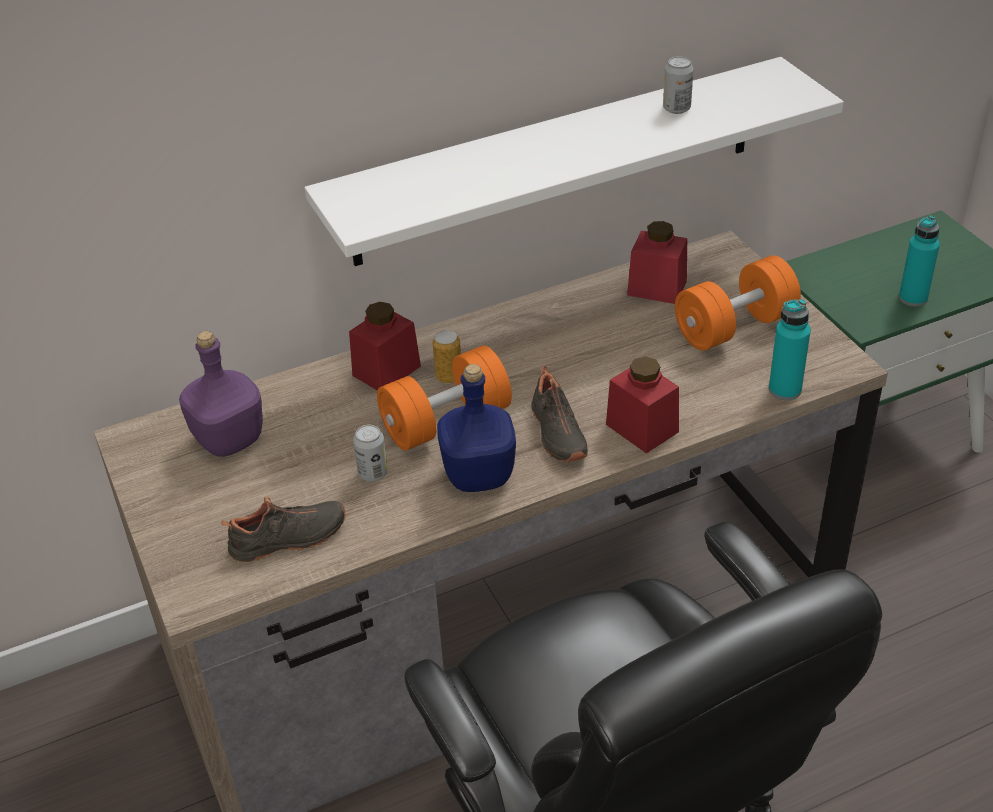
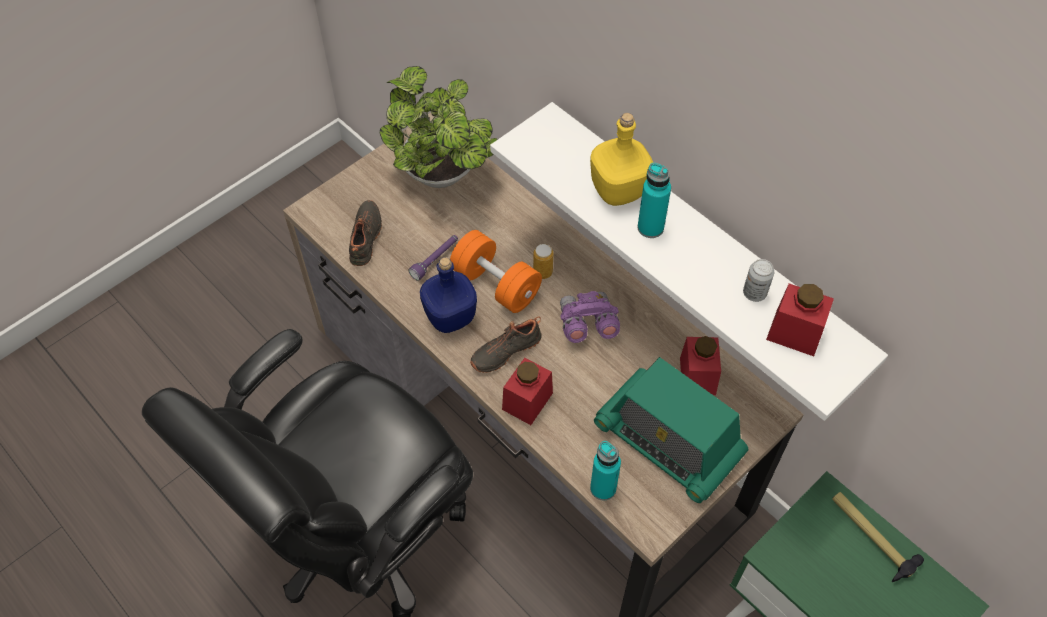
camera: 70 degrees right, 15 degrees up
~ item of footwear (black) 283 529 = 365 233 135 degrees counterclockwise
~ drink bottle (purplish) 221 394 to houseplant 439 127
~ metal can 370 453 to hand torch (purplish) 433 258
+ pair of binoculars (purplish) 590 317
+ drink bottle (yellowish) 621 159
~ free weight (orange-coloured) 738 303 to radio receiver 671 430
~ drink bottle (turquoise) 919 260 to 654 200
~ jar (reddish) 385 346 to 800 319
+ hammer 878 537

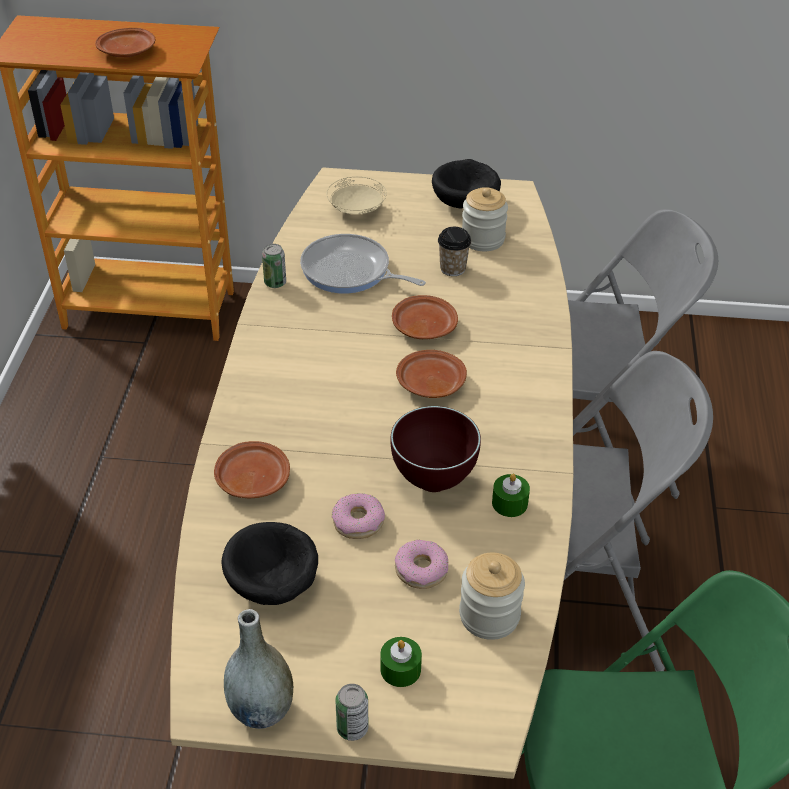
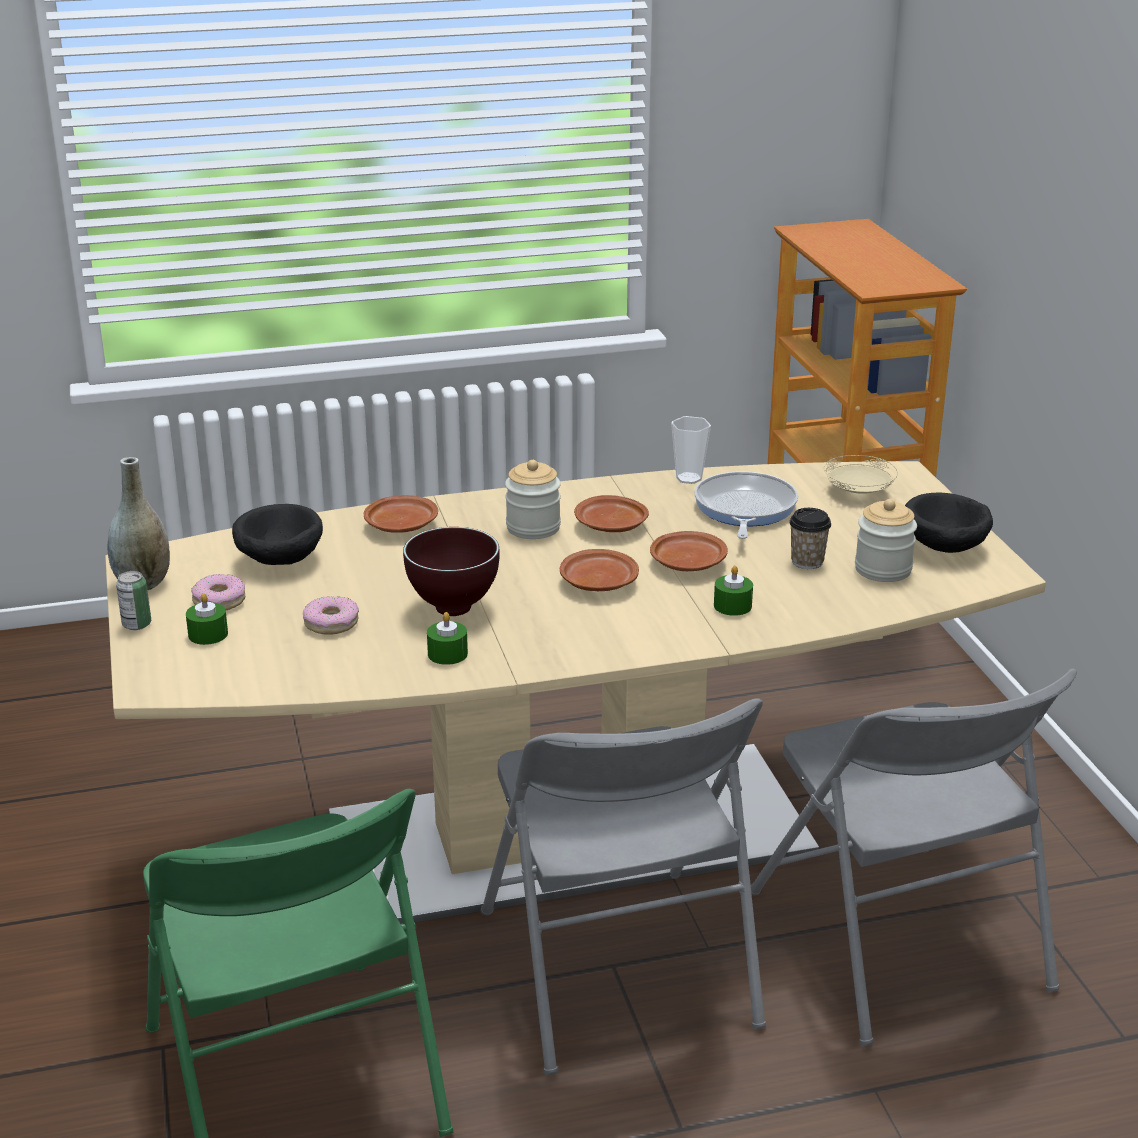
camera: 70 degrees right, 15 degrees down
~ ring doughnut 358 516 to 218 592
~ jar 492 596 to 533 499
~ dinner plate (brown) 125 42 to 611 513
~ metal can 274 266 to drinking cup 691 450
+ wax candle (greenish) 733 590

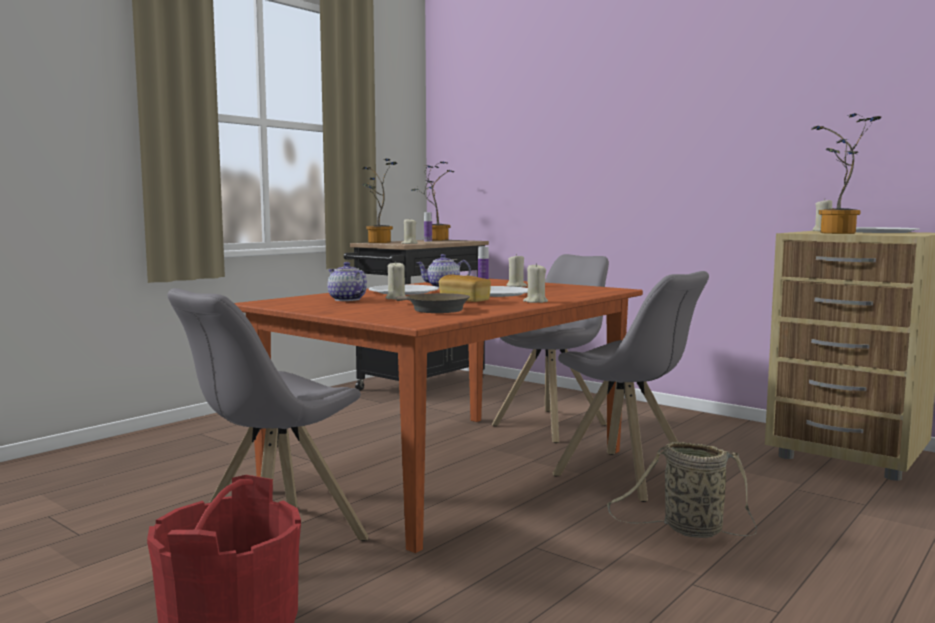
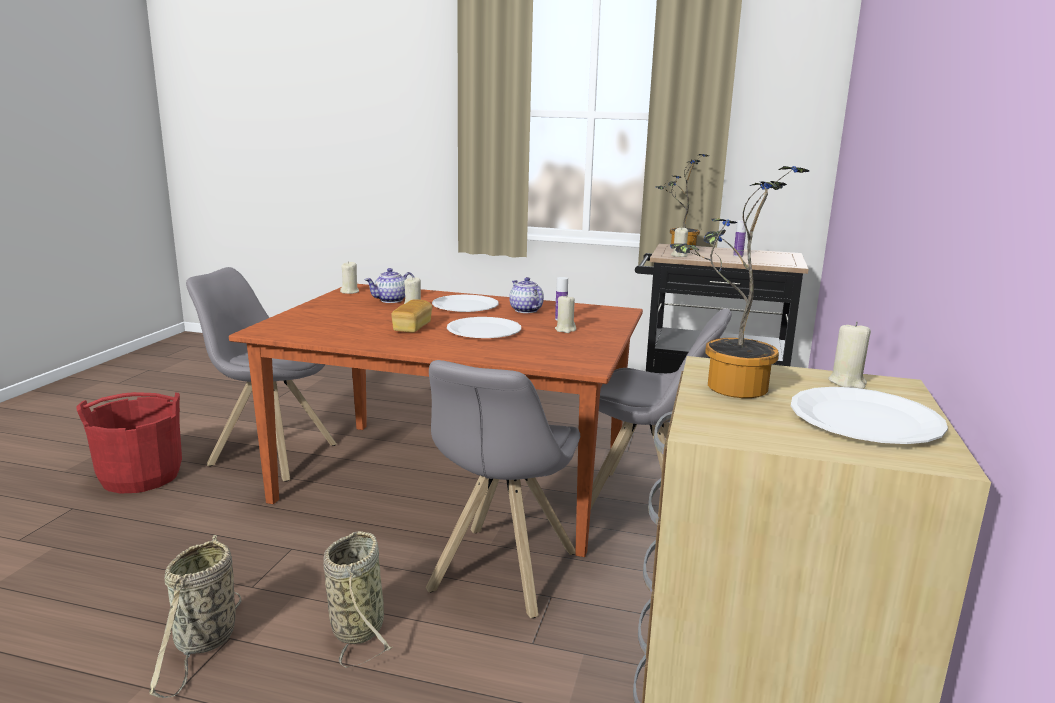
camera: 65 degrees right, 10 degrees up
+ household basket 195 616
~ wax candle (sand-coloured) 535 283 to 349 277
~ tea pot 347 281 = 389 285 150 degrees counterclockwise
- frying pan (brown) 432 303
- houseplant 432 201

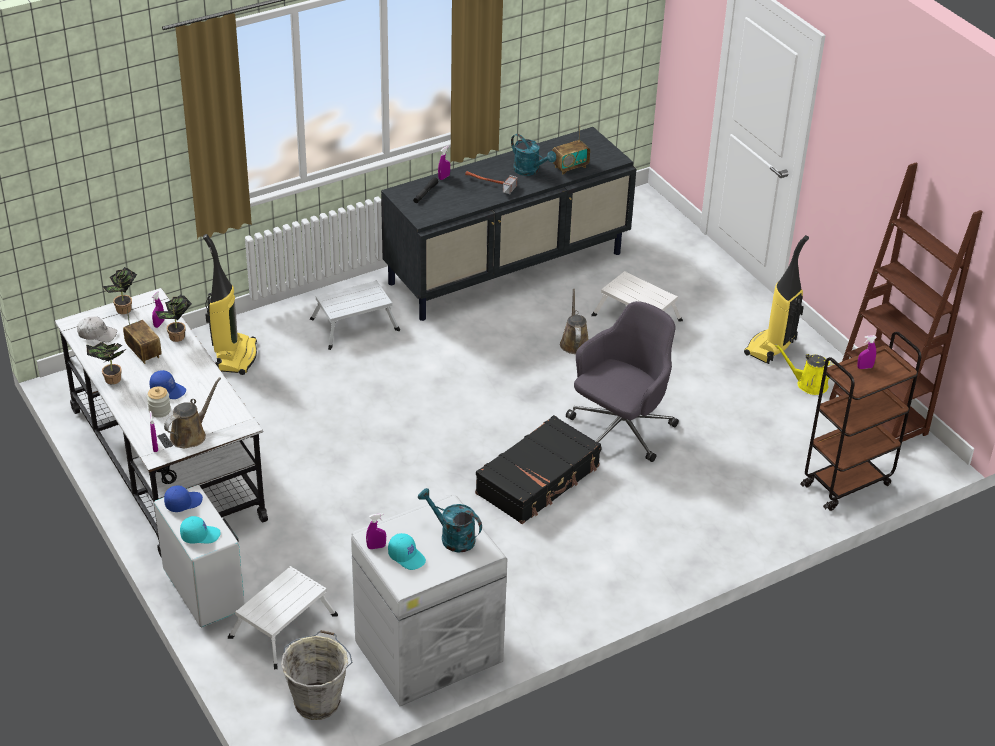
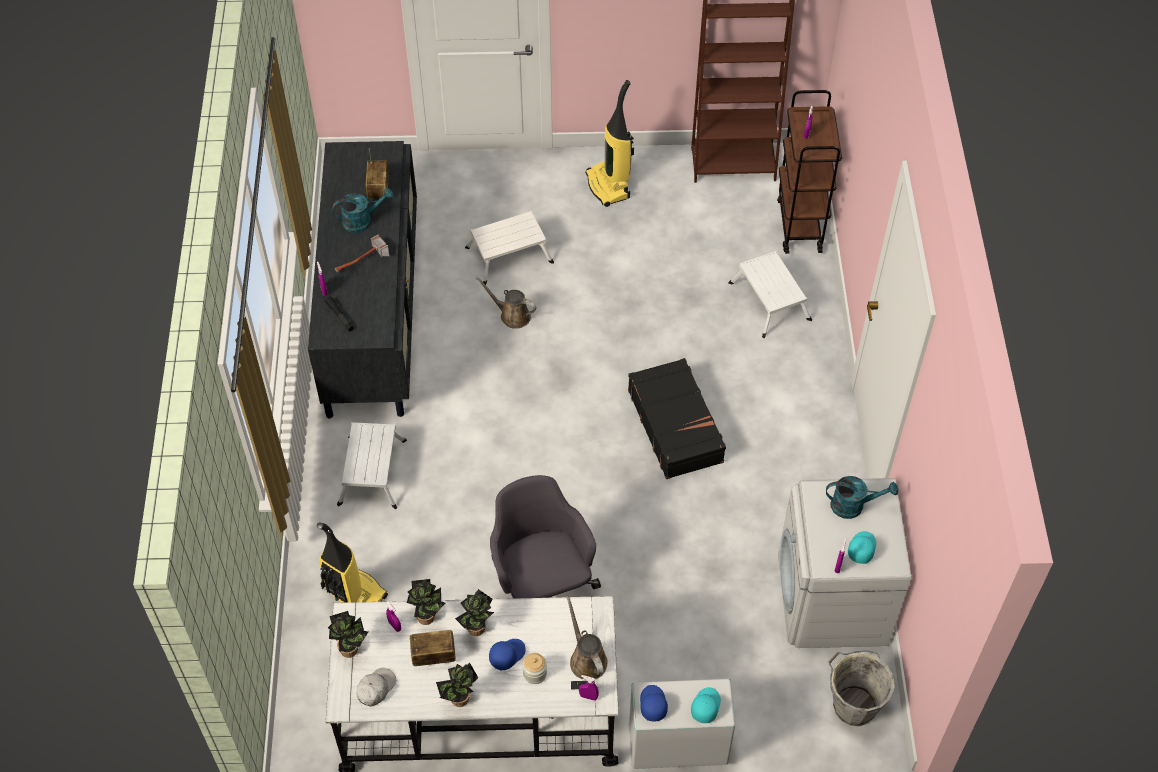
camera: 60 degrees left, 15 degrees up
+ houseplant 474 612
~ computer chair (grey) 622 381 to 545 536
~ step ladder (white-coloured) 283 617 to 770 294
~ watering can (turquoise) 450 520 = 862 497 150 degrees counterclockwise
~ baseball cap (turquoise) 407 551 = 862 547 45 degrees counterclockwise
- watering can (yellowish) 805 369

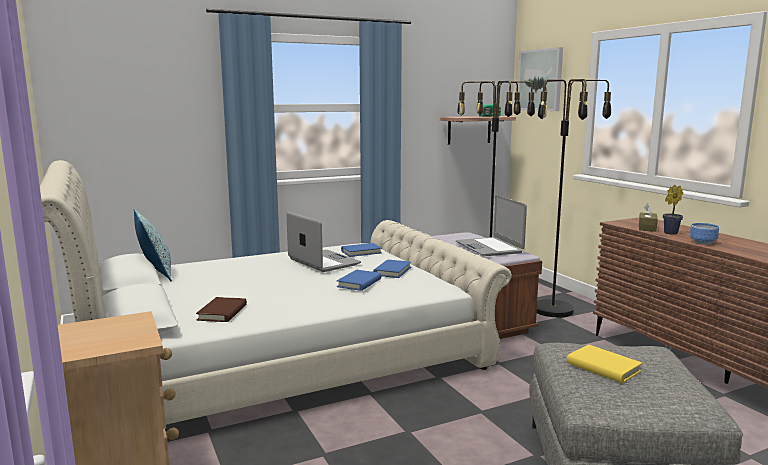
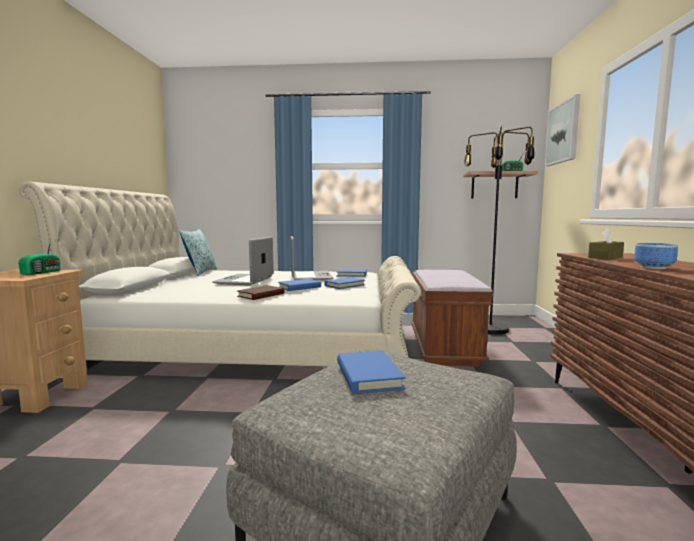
camera: 30 degrees right, 5 degrees down
+ radio receiver 39 256
~ portable computer 491 225 to 243 261
~ bound book (brown) 221 309 to 260 292
~ bound book (yellowish) 604 364 to bound book (blue) 371 372
- standard lamp 574 198
- houseplant 673 210

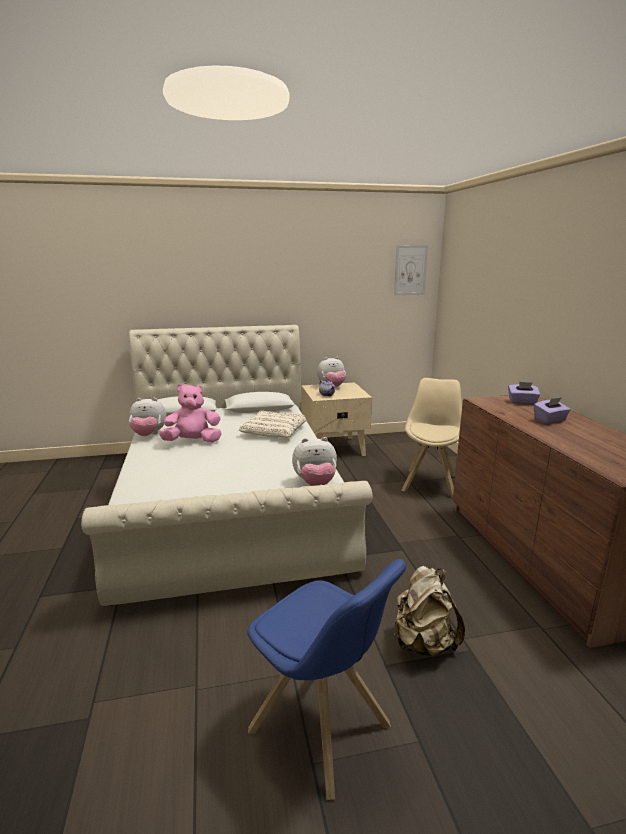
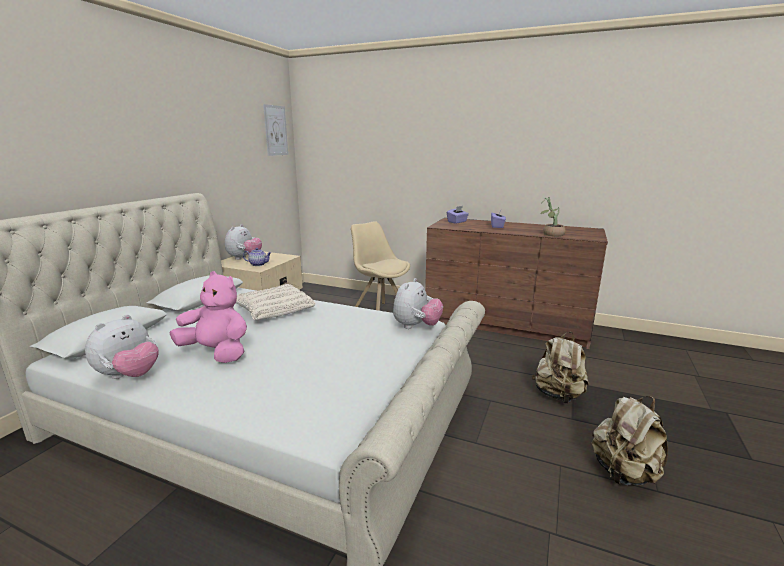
camera: 55 degrees left, 0 degrees up
~ cuddly toy (pinkish) 190 413 = 208 317 90 degrees clockwise
+ houseplant 553 217
~ chair (blue) 326 679 to backpack (sand-coloured) 630 440

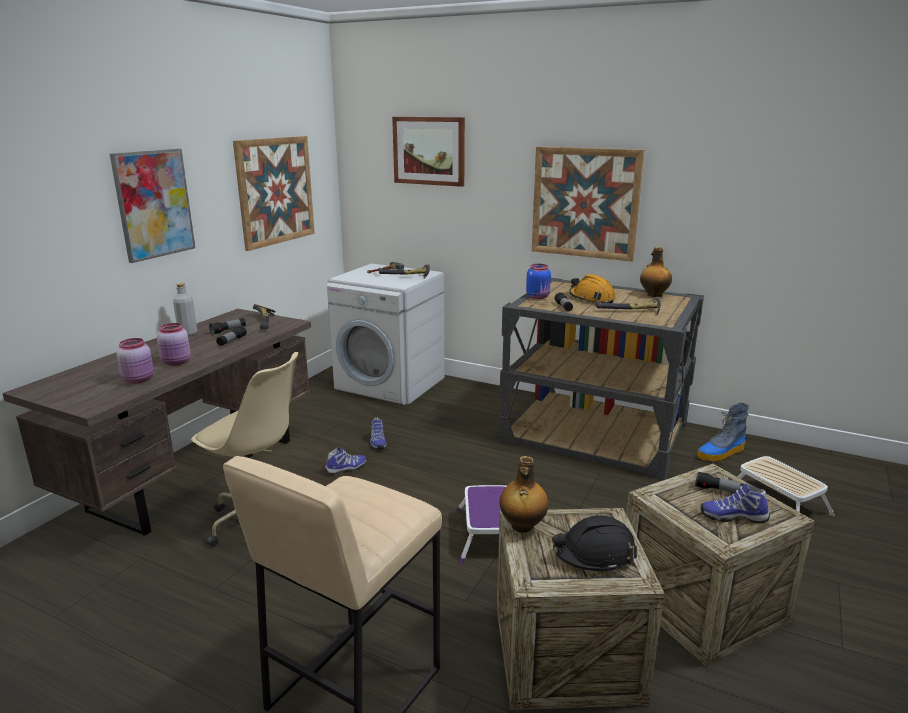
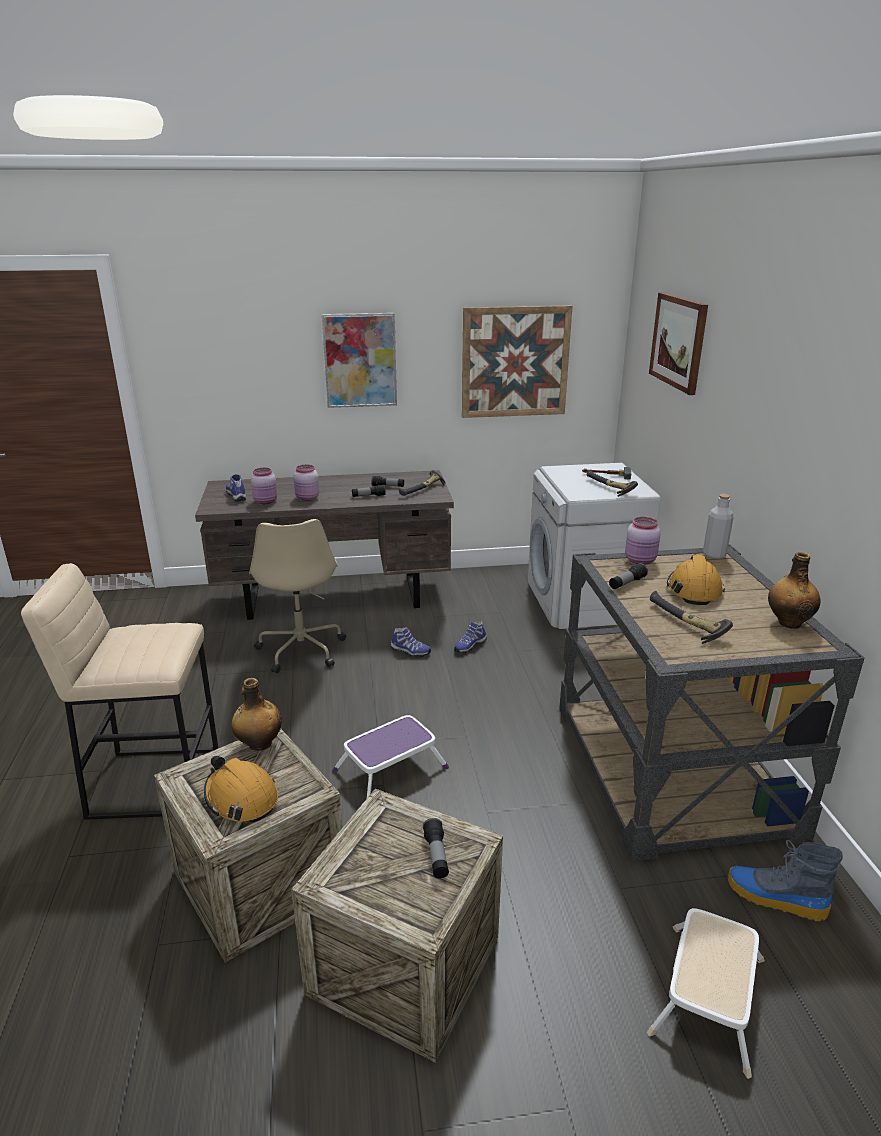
camera: 55 degrees right, 5 degrees up
~ hard hat (black) 594 544 to hard hat (orange-coloured) 241 789
~ item of footwear 735 503 to 236 488
~ jar (blue) 538 281 to jar (pinkish) 643 541
~ drink bottle (grey) 185 309 to 718 526
- wall picture 588 204

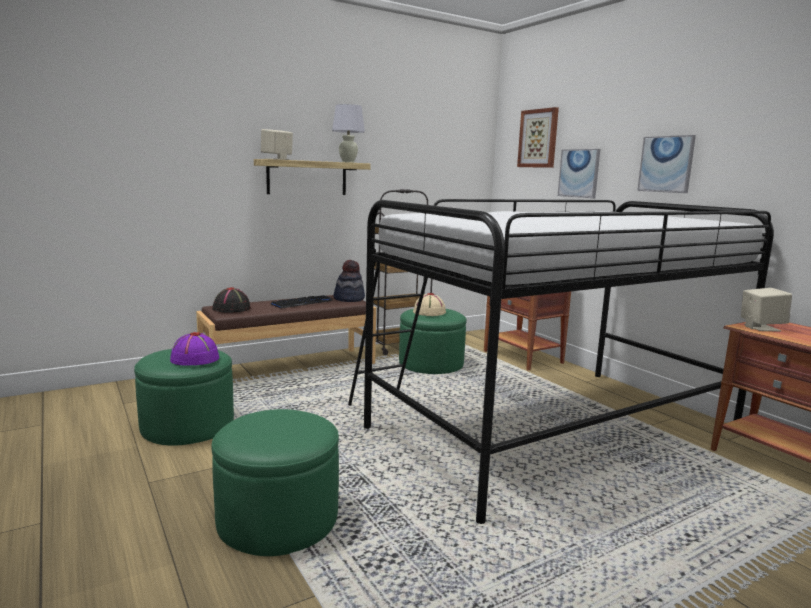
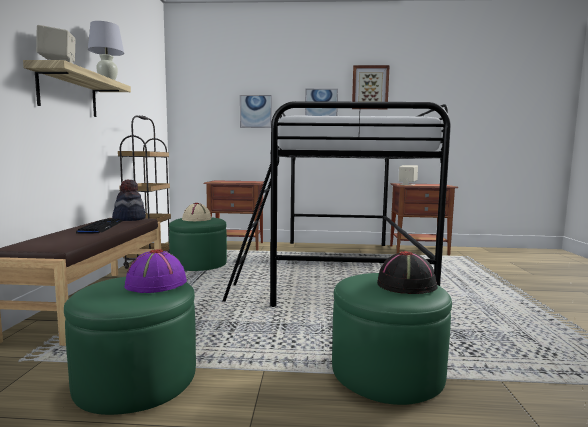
camera: 55 degrees left, 5 degrees down
~ wall picture 538 137 to 371 87
~ hat (black) 231 300 to 407 272

